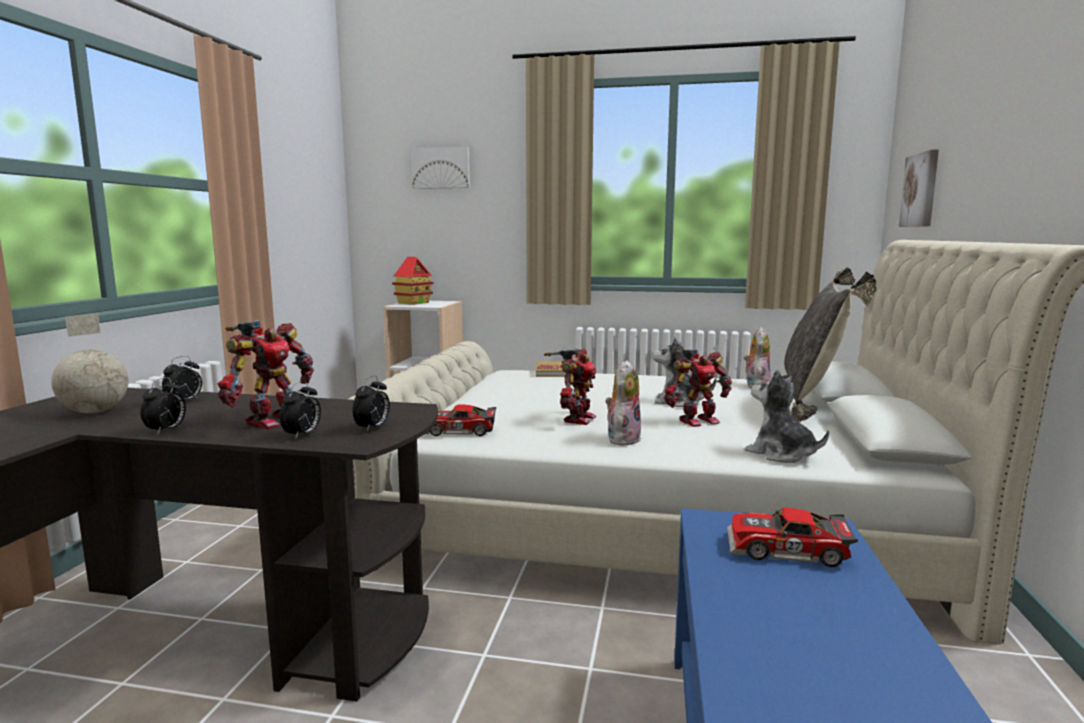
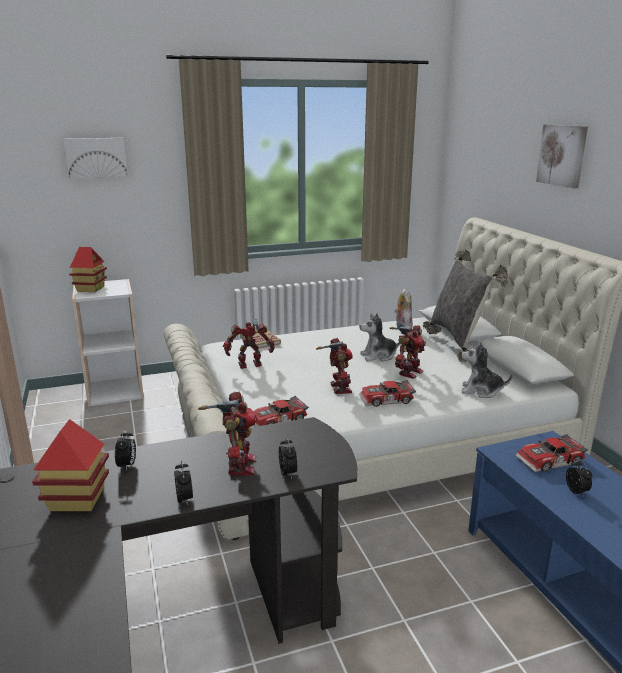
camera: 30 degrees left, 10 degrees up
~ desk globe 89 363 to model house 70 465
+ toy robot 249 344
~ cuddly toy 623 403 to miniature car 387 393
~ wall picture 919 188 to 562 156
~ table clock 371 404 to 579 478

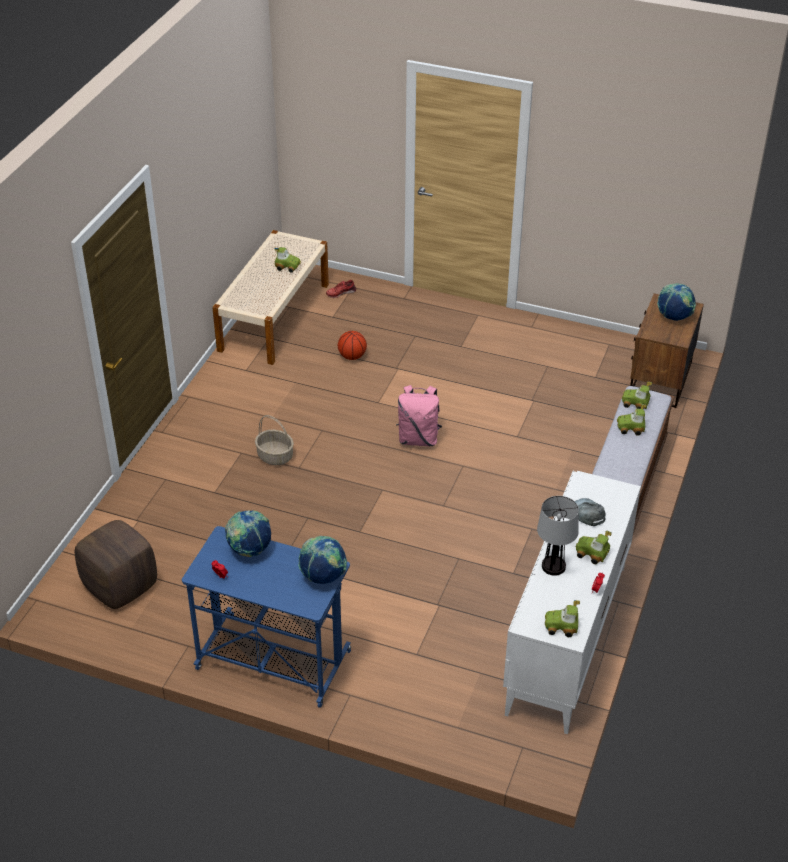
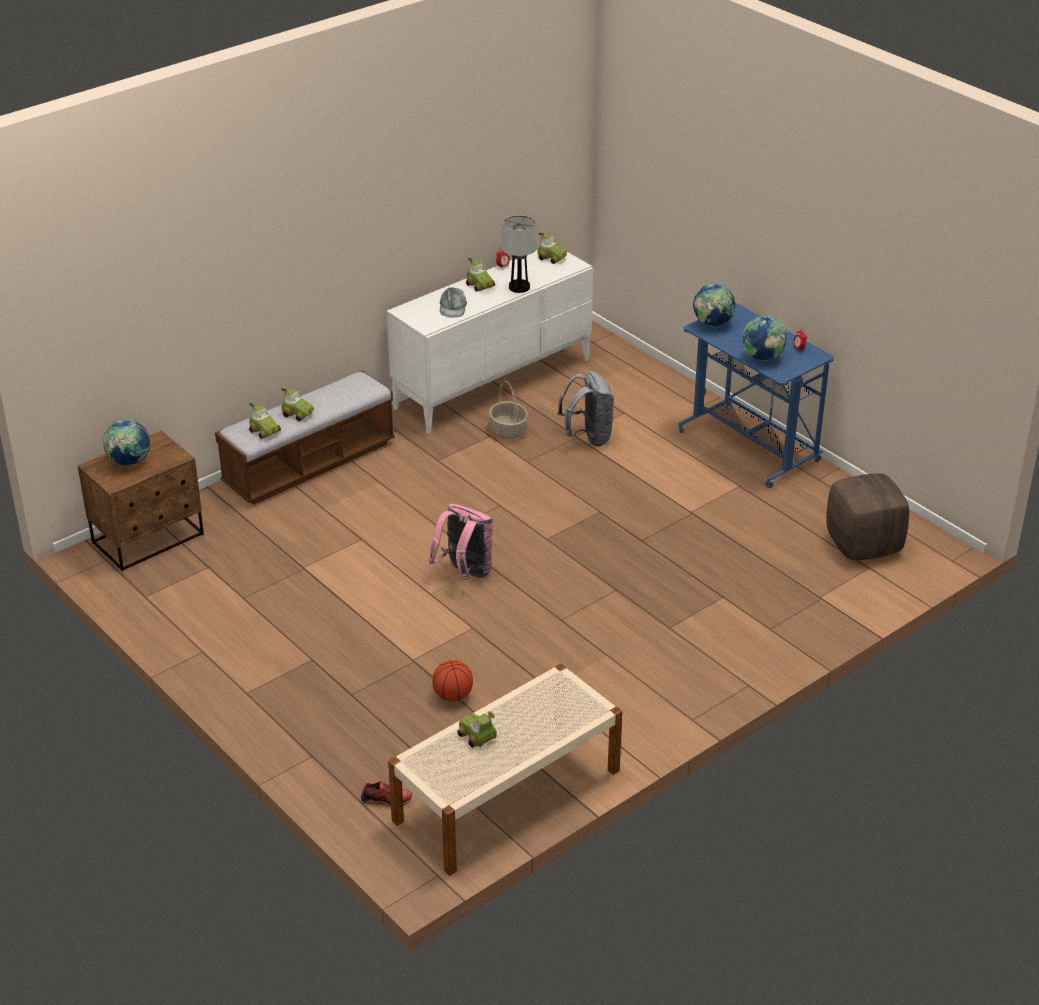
camera: 150 degrees left, 5 degrees down
~ household basket 274 440 to 508 410
+ backpack (grey) 586 409

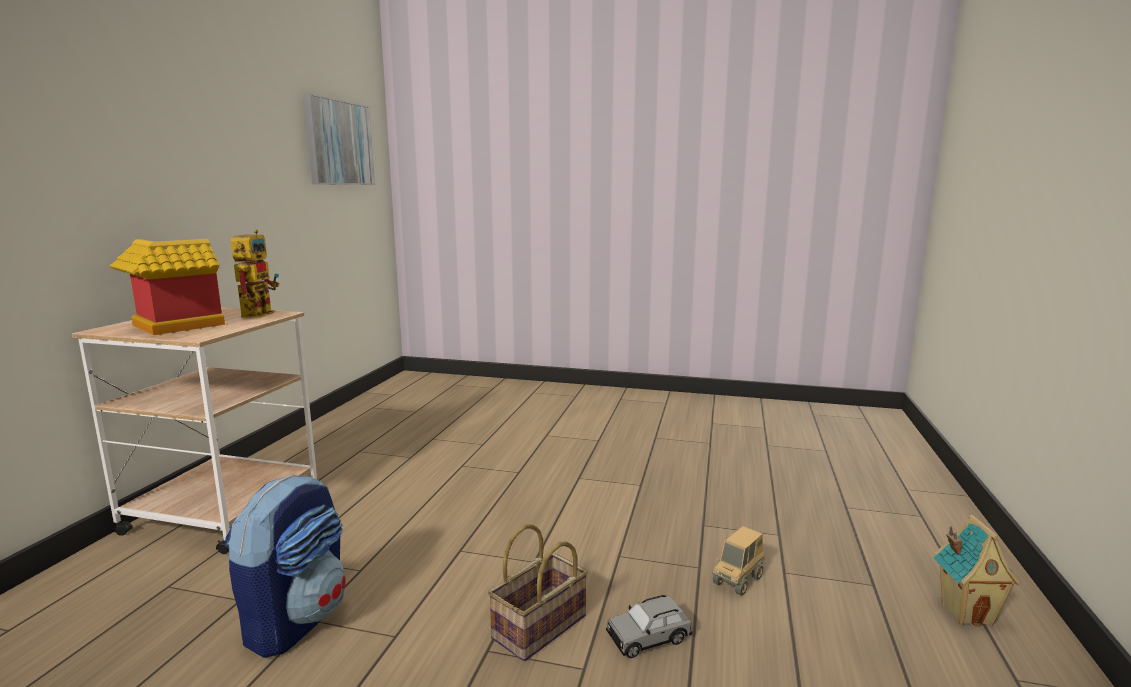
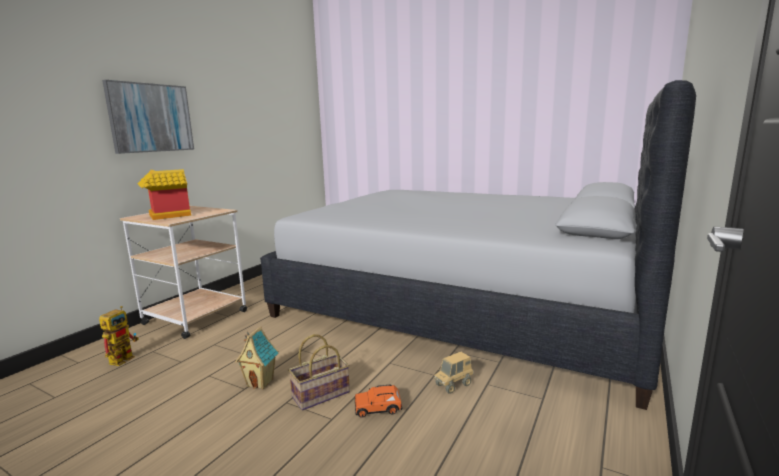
camera: 15 degrees right, 0 degrees up
~ toy robot 255 274 to 118 336
~ wall picture 339 139 to 148 117
~ model house 976 571 to 256 357
+ bed (grey) 478 245
~ miniature car (grey) 649 626 to miniature car (orange-coloured) 378 401
- backpack 285 566

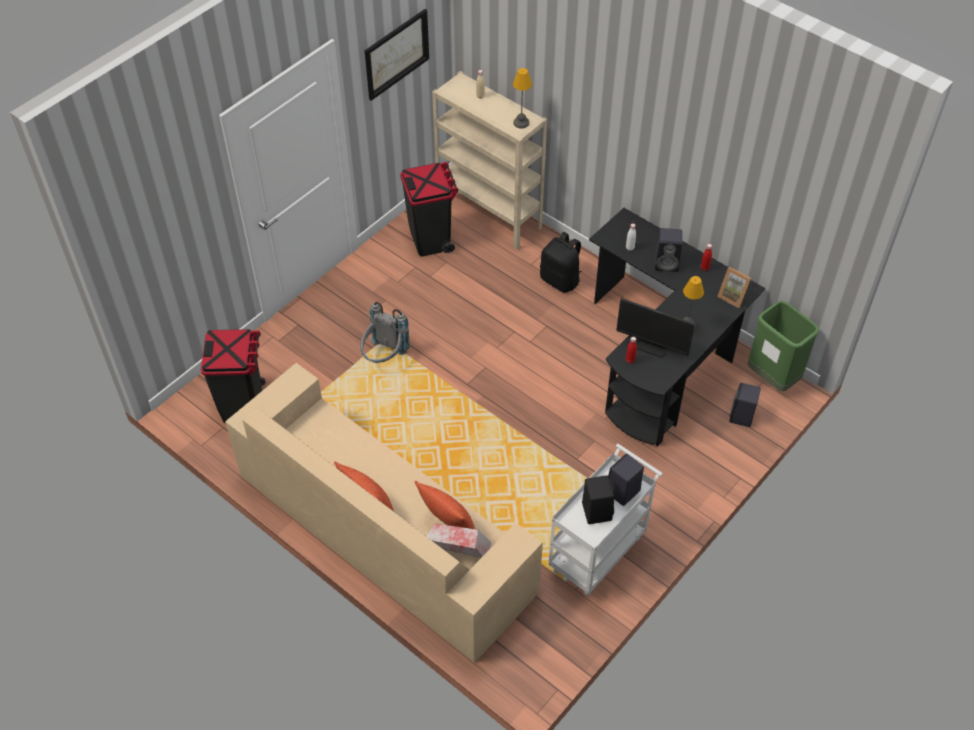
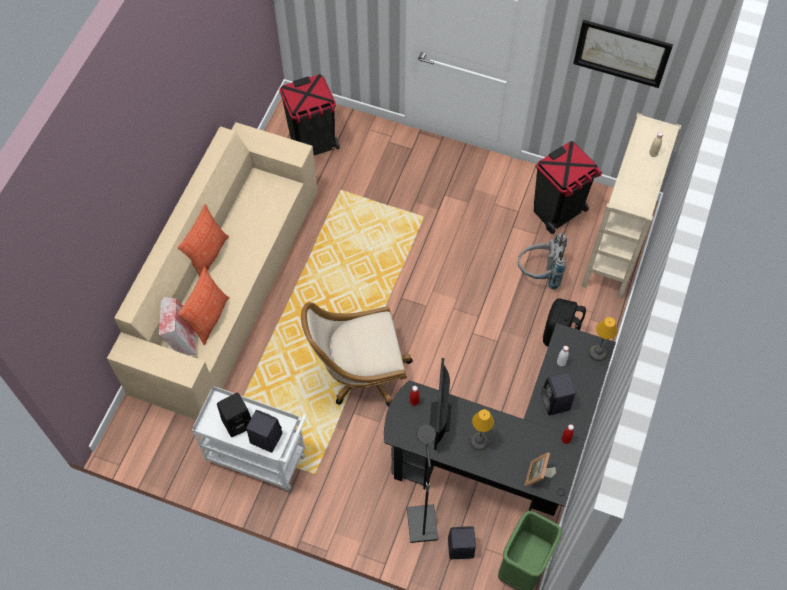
camera: 70 degrees right, 10 degrees up
+ computer chair 356 354
+ standard lamp (black) 422 484
~ backpack (grey) 385 332 to 542 261
~ table lamp 522 98 to 603 339

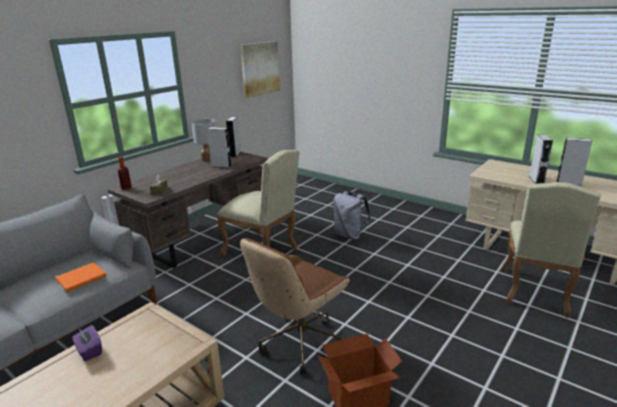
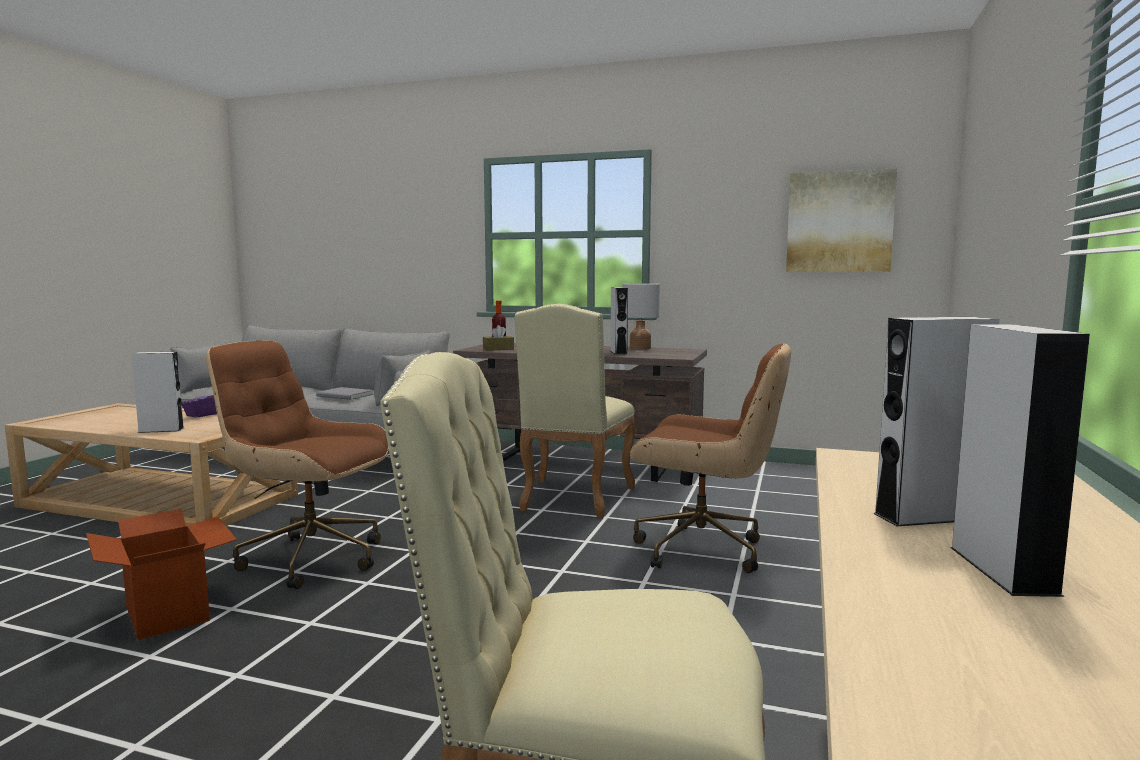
camera: 70 degrees right, 15 degrees down
~ loudspeaker (grey) 233 137 to 157 392
~ bound book (orange-coloured) 81 277 to bound book (grey) 345 393
~ backpack (grey) 352 215 to computer chair (brown) 710 458

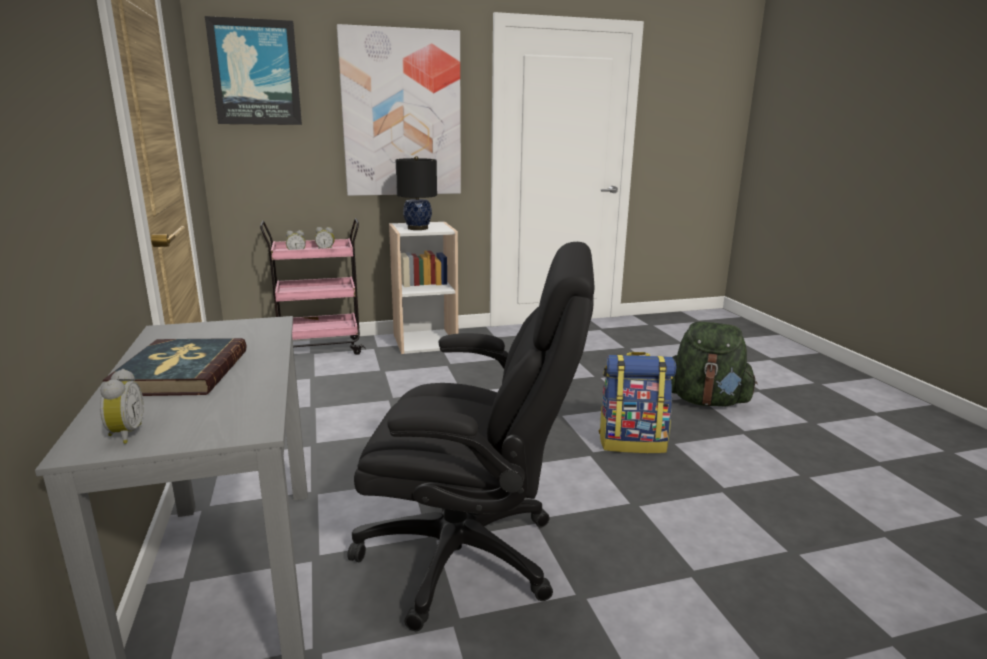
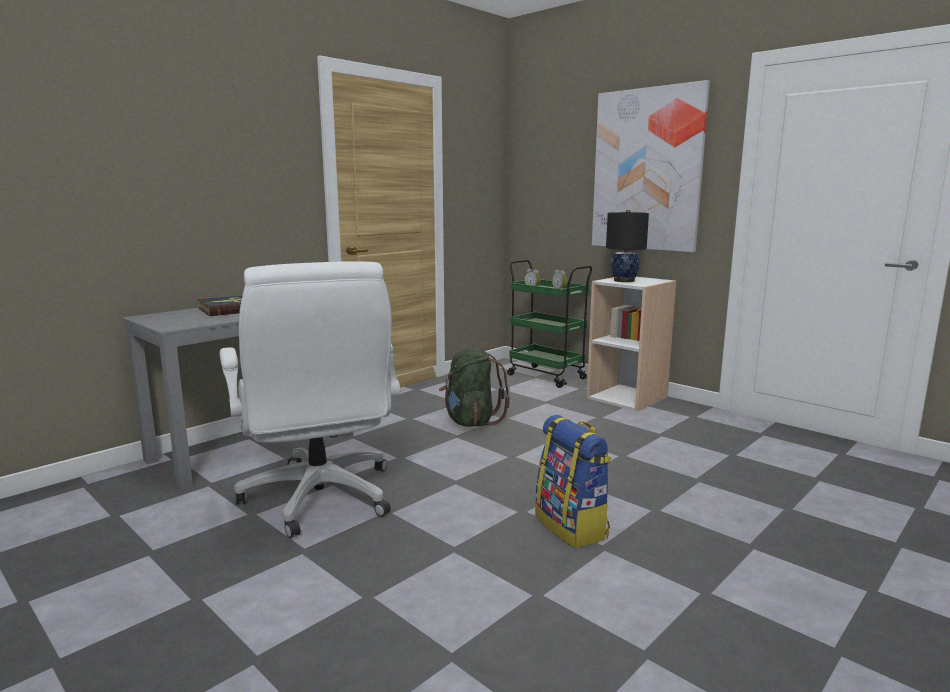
camera: 60 degrees right, 5 degrees down
~ computer chair (black) 471 436 to computer chair (white-coloured) 309 399
~ backpack (greenish) 714 364 to 474 387
~ wheeled cart (pinkish) 313 286 to wheeled cart (greenish) 549 324
- table clock 121 406
- wall picture 253 70

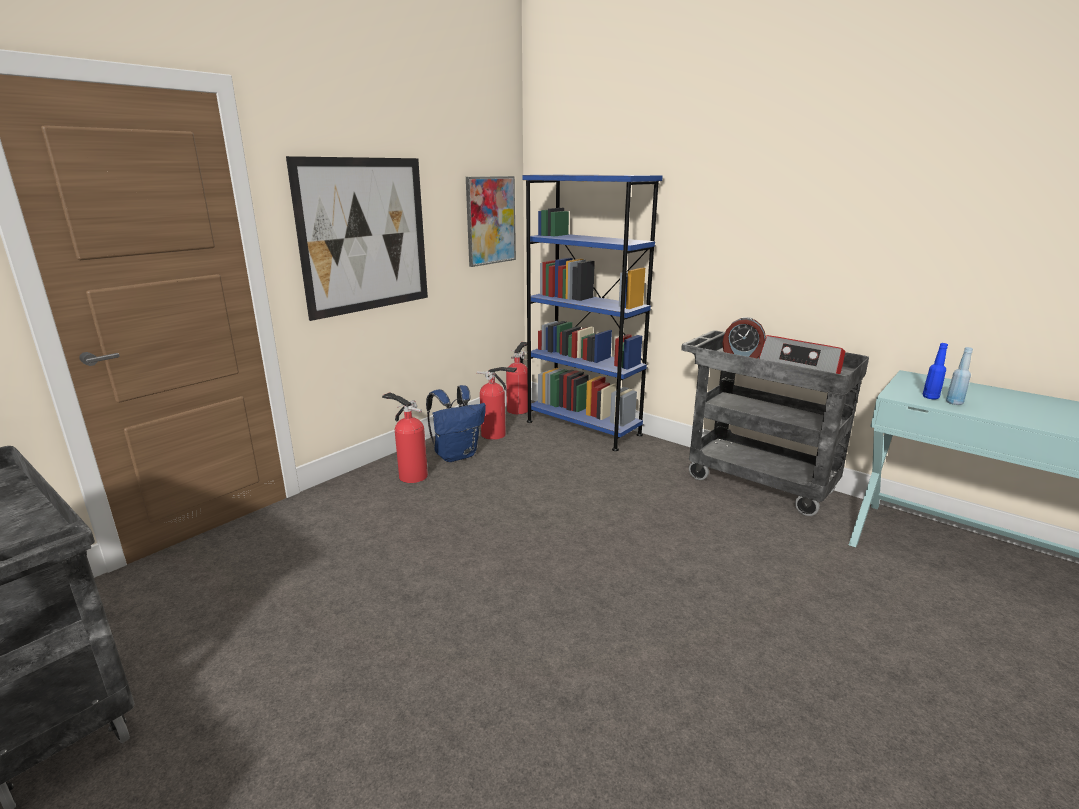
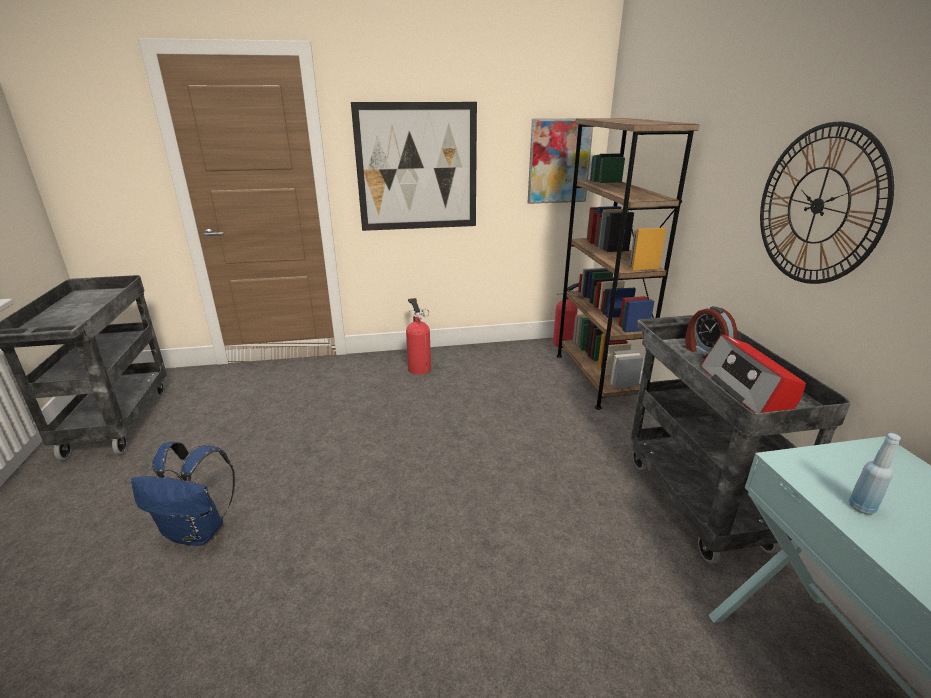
camera: 40 degrees right, 5 degrees up
~ backpack (blue) 456 423 to 183 494
~ shelving unit (blue) 592 313 to shelving unit (brown) 628 264
+ clock on the wall 827 203
- extinguisher 497 403
- drink bottle (blue) 935 371

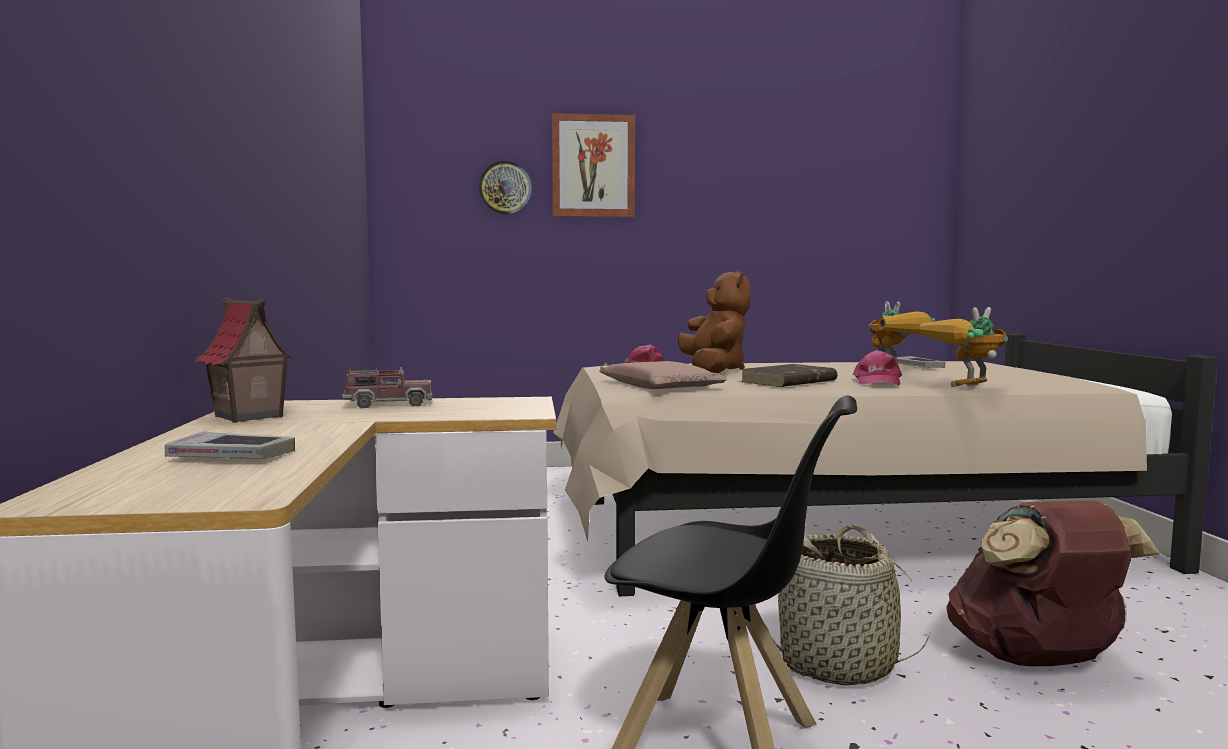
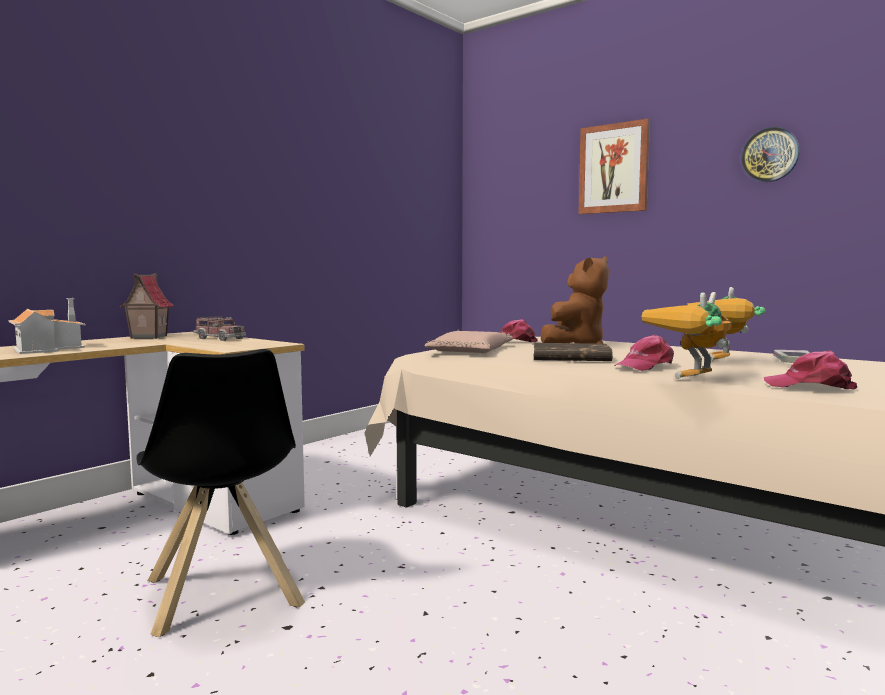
camera: 45 degrees right, 0 degrees up
~ bound book 230 445 to model house 47 326
~ toy robot 963 347 = 687 335 60 degrees counterclockwise
~ clock on the wall 505 187 to 770 154
+ baseball cap (pinkish) 810 370
- household basket 848 605
- backpack (brown) 1052 583

